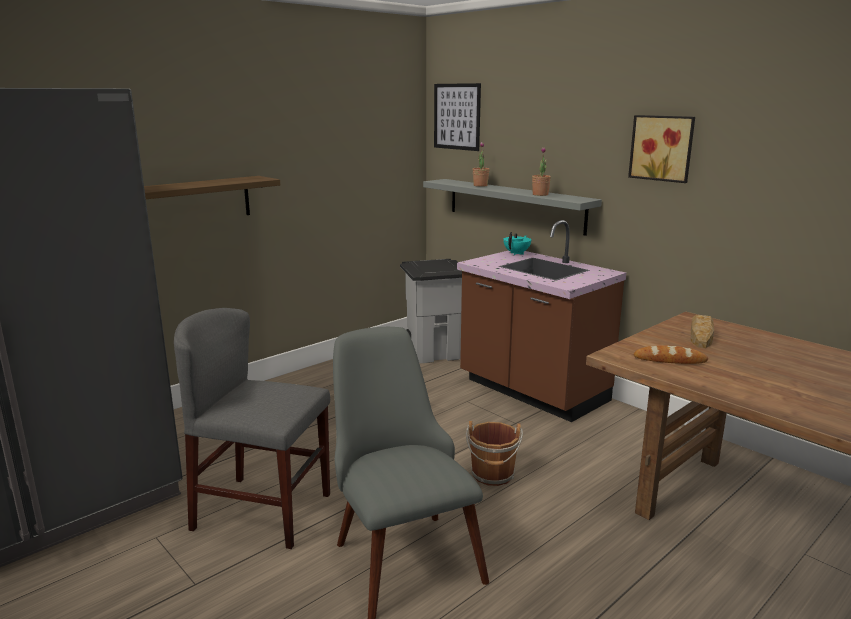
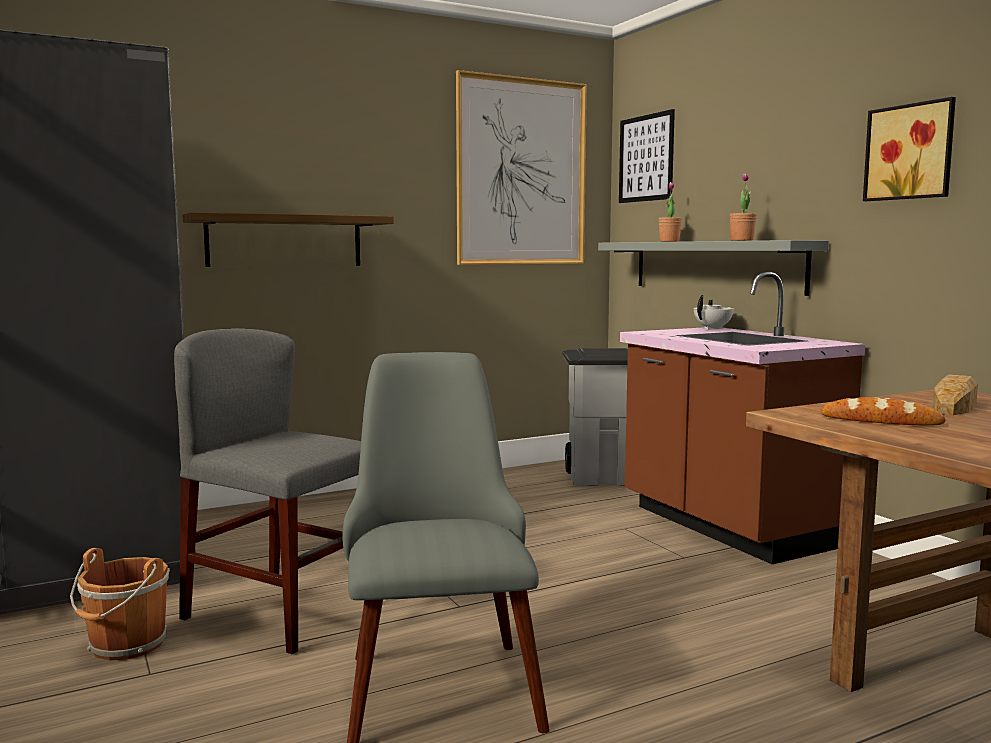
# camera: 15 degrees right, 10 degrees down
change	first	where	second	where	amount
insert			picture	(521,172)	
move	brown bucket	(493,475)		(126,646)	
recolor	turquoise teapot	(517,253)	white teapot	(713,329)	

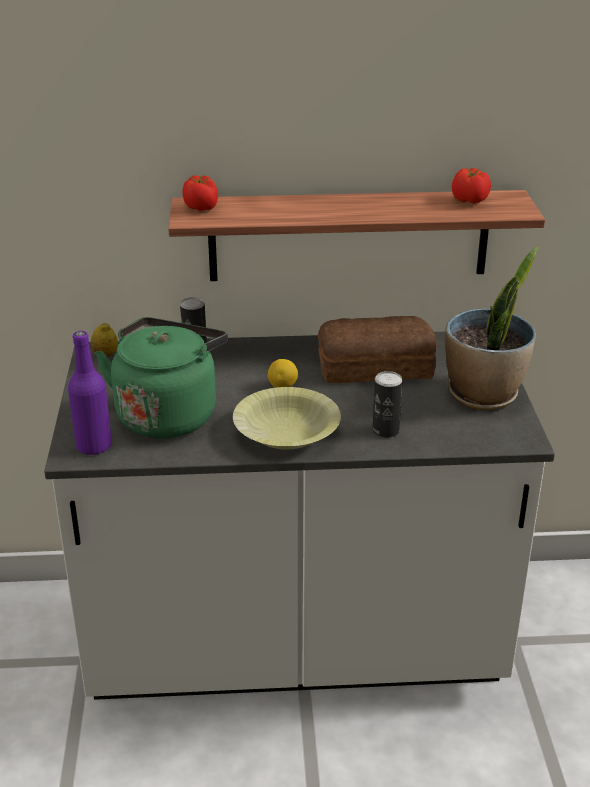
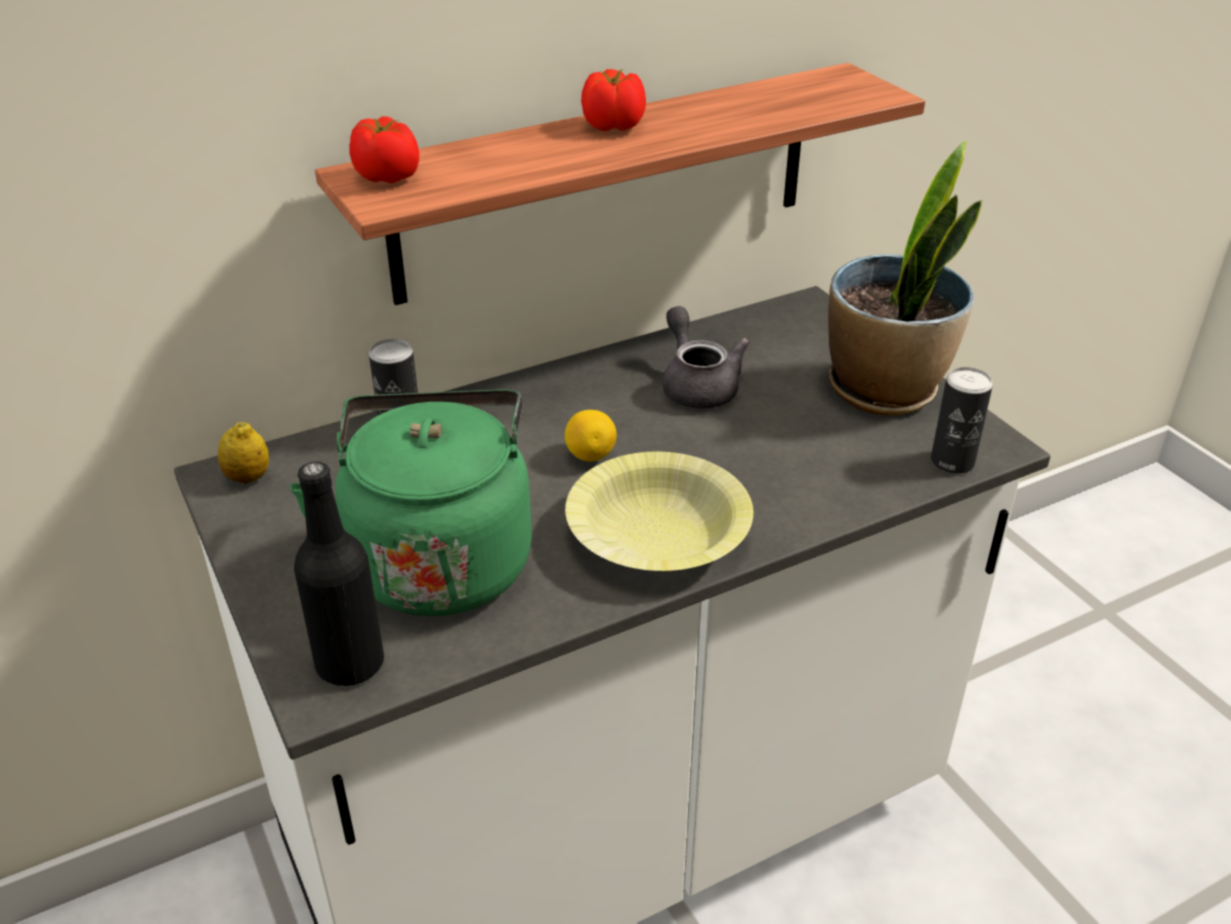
# camera: 25 degrees left, 5 degrees up
change	first	where	second	where	amount
move	can	(385,430)		(952,461)	
move	tomato	(470,201)		(614,127)	
replace	bread	(373,366)	grey teapot	(697,385)	
recolor	purple bottle	(94,446)	black bottle	(350,664)	

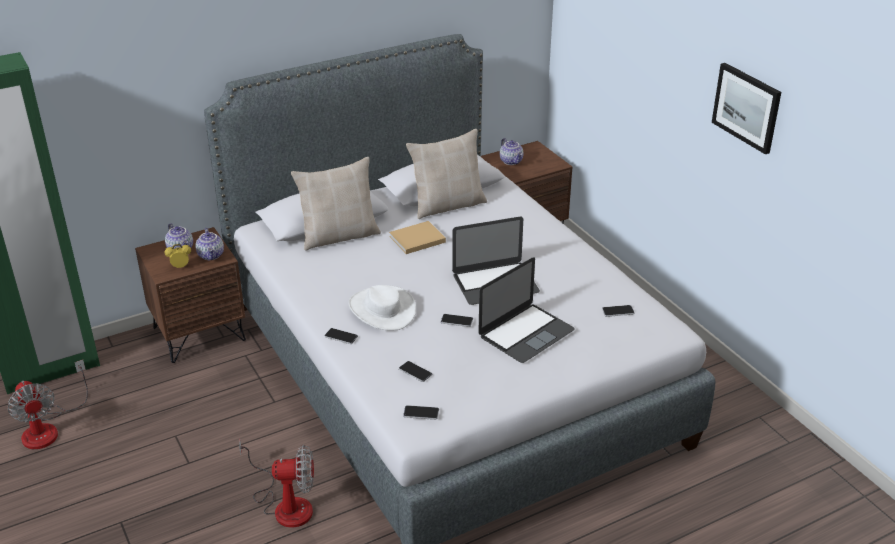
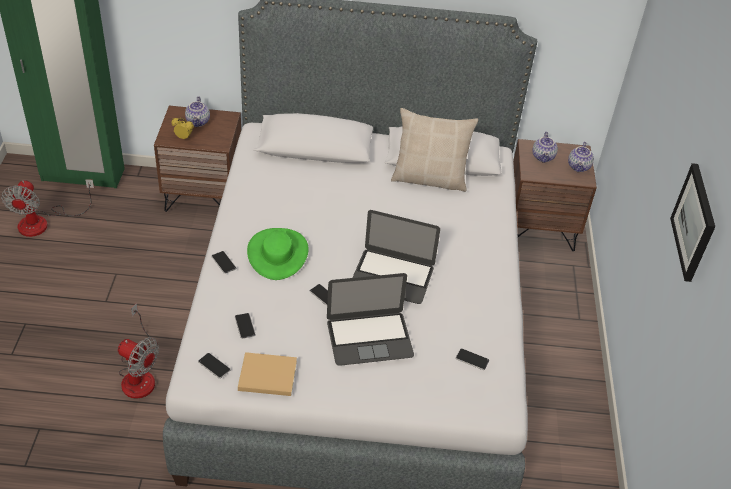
# camera: 30 degrees right, 10 degrees up
change	first	where	second	where	amount
delete	beige pillow	(339,236)			
move	teapot	(211,255)		(579,167)	
move	beige book	(416,240)		(265,375)	
recolor	white hat	(382,309)	green hat	(278,254)	

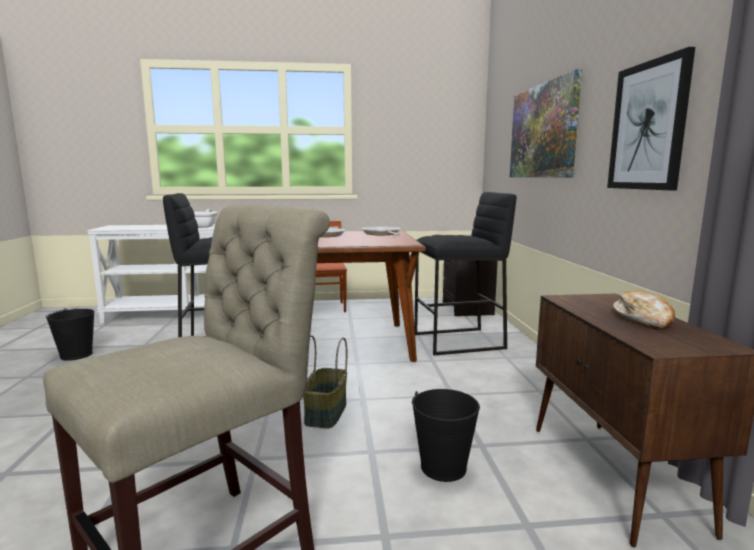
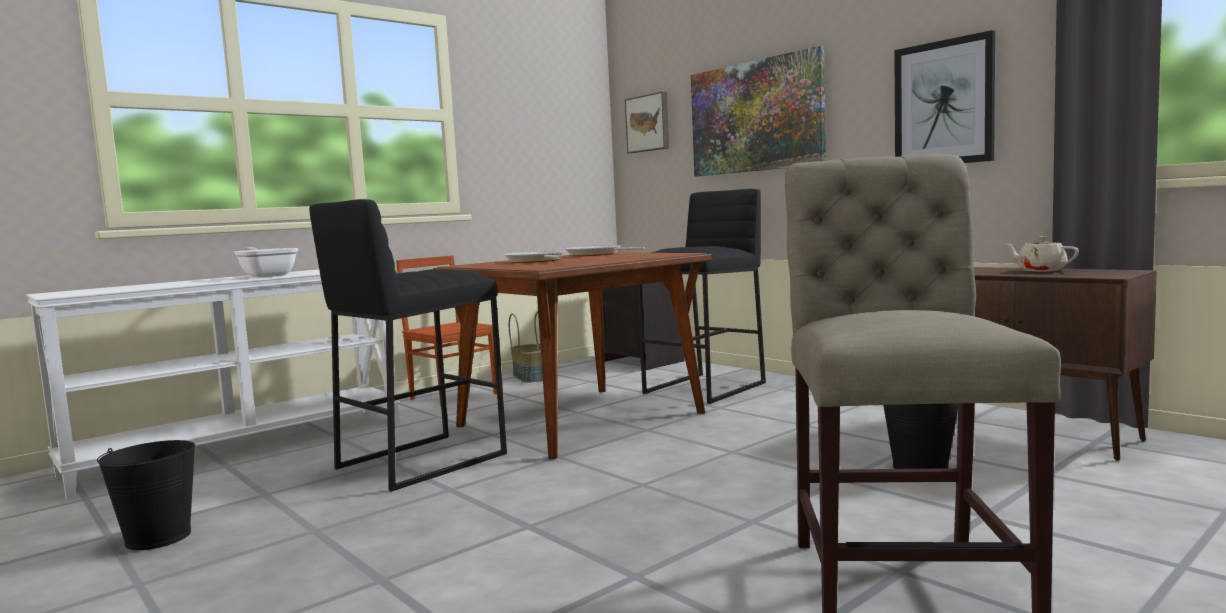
# camera: 35 degrees left, 5 degrees down
change	first	where	second	where	amount
insert			picture	(648,123)	
move	basket	(327,413)		(531,377)	
replace	bread	(643,319)	beige teapot	(1040,270)	

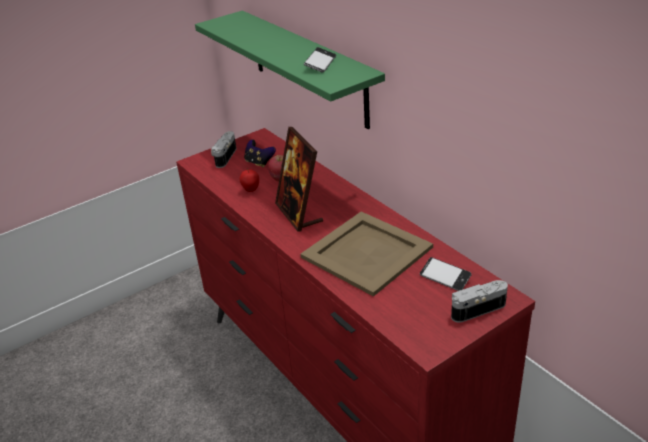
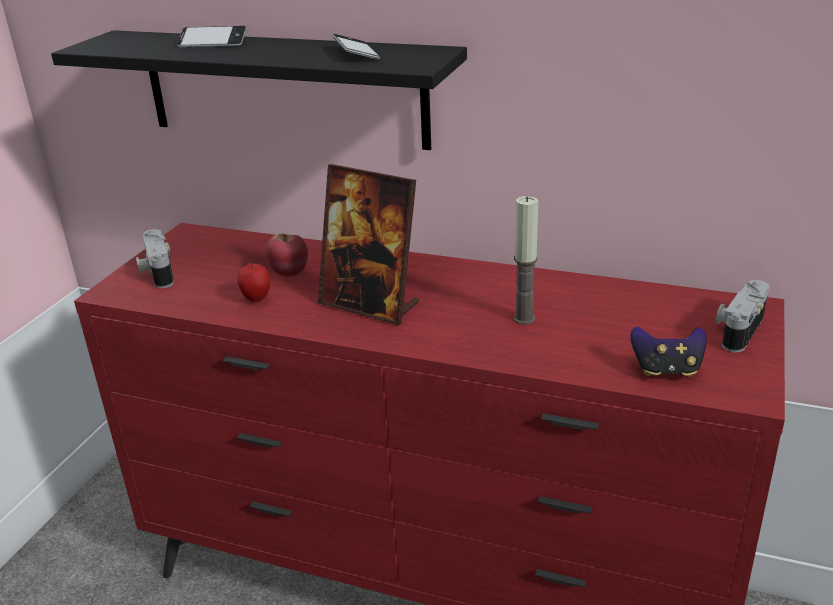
# camera: 35 degrees left, 5 degrees down
change	first	where	second	where	amount
move	game controller	(259,162)		(666,370)	
move	phone	(445,277)		(213,43)	
replace	beige tray	(365,252)	candle	(524,318)	
recolor	green shelf	(307,67)	black shelf	(283,88)	

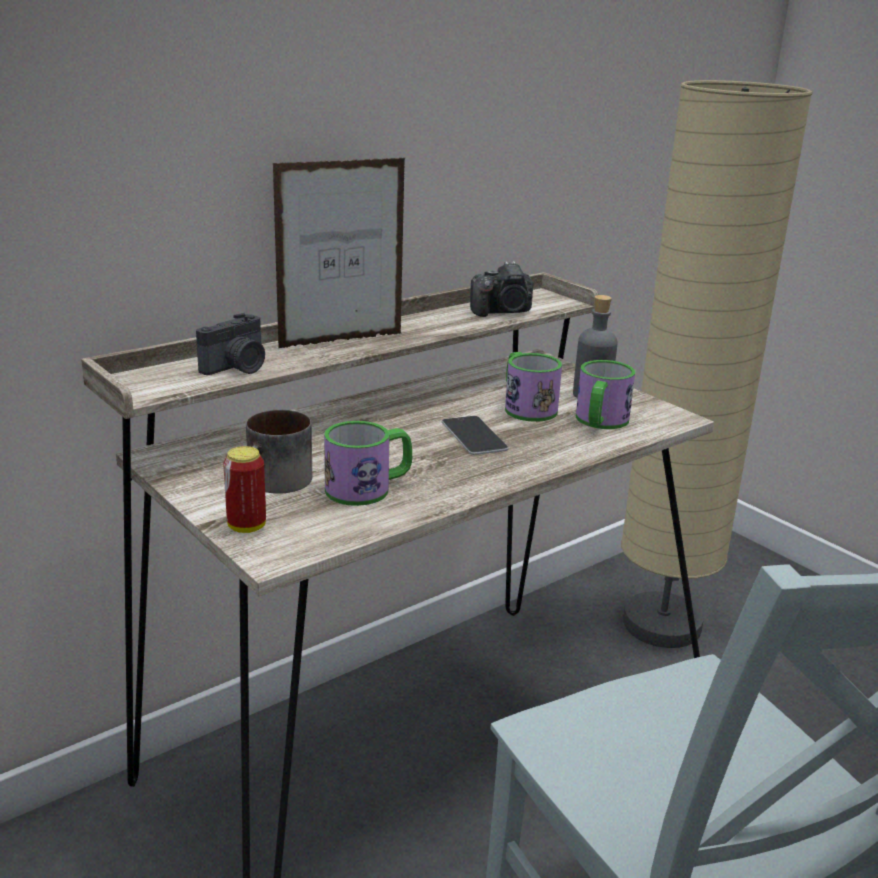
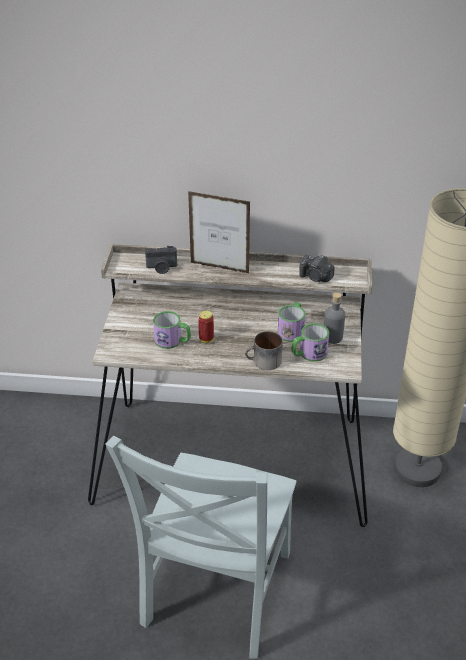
# camera: 45 degrees right, 15 degrees up
change	first	where	second	where	amount
delete	phone	(474,435)			
move	can	(246,527)		(206,339)	
move	mug	(276,483)		(264,362)	

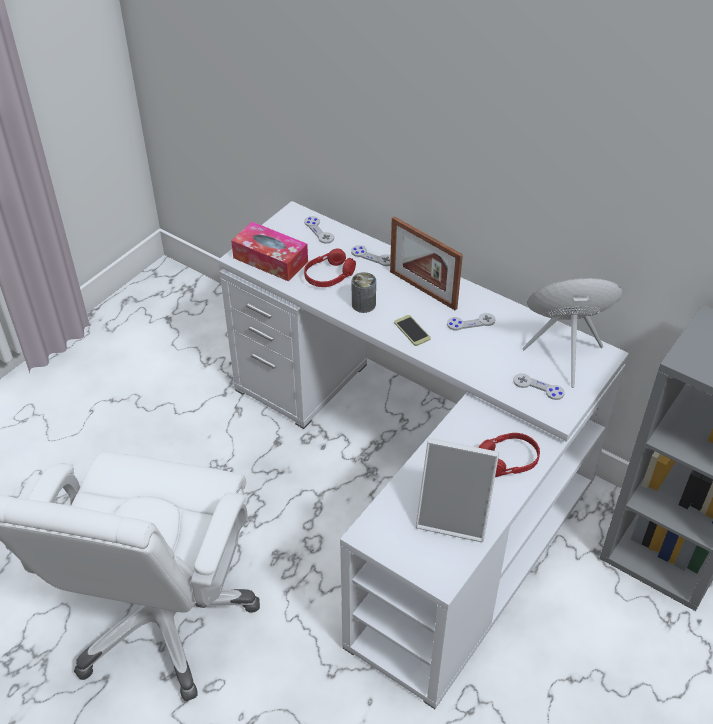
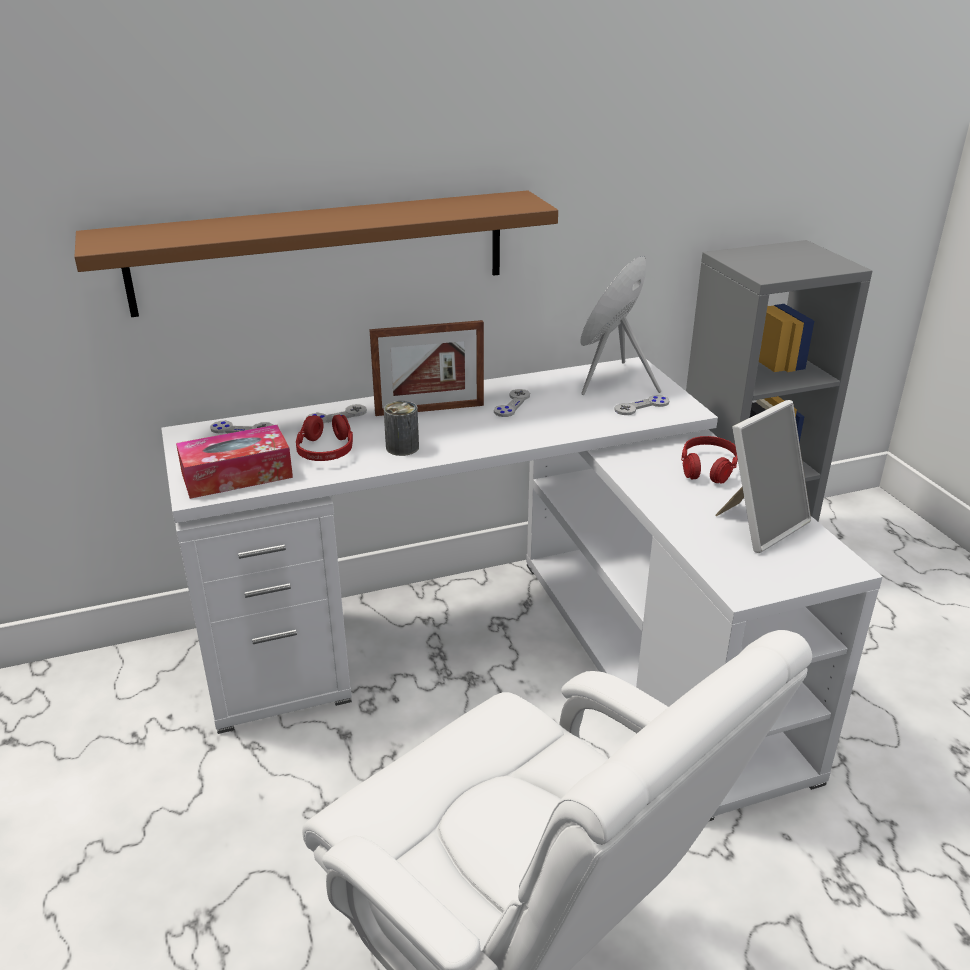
# camera: 55 degrees left, 15 degrees down
change	first	where	second	where	amount
delete	phone	(412,331)			
insert			brown shelf	(321,252)	

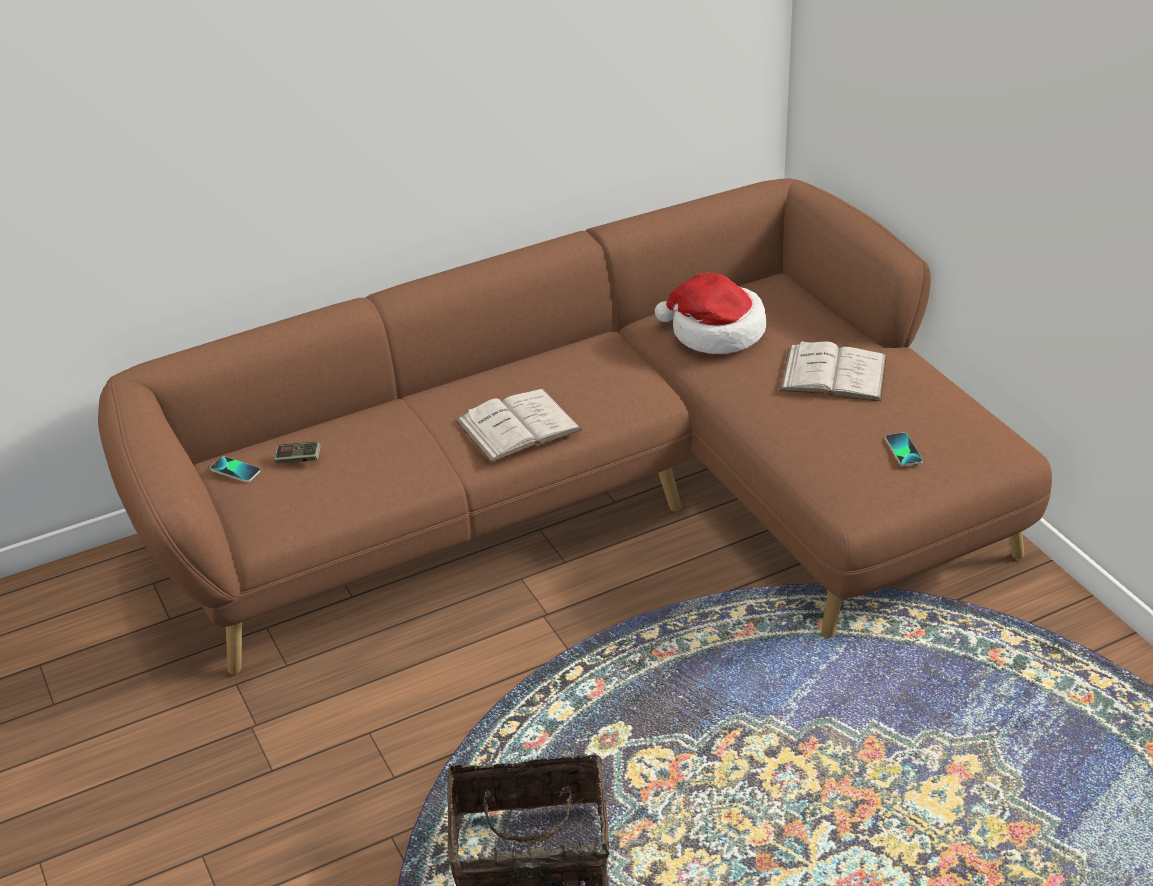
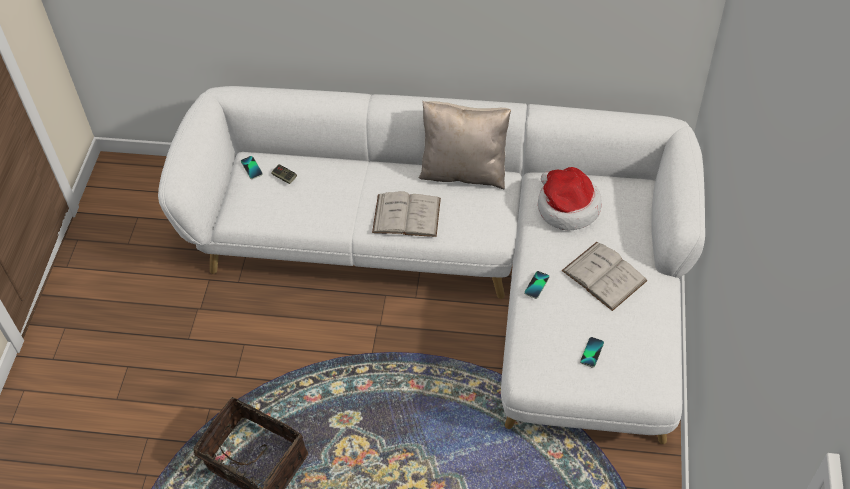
# camera: 35 degrees right, 15 degrees up
change	first	where	second	where	amount
insert			beige pillow	(464,172)	
insert			phone	(537,285)	
recolor	brown sofa	(603,501)	white sofa	(468,269)	

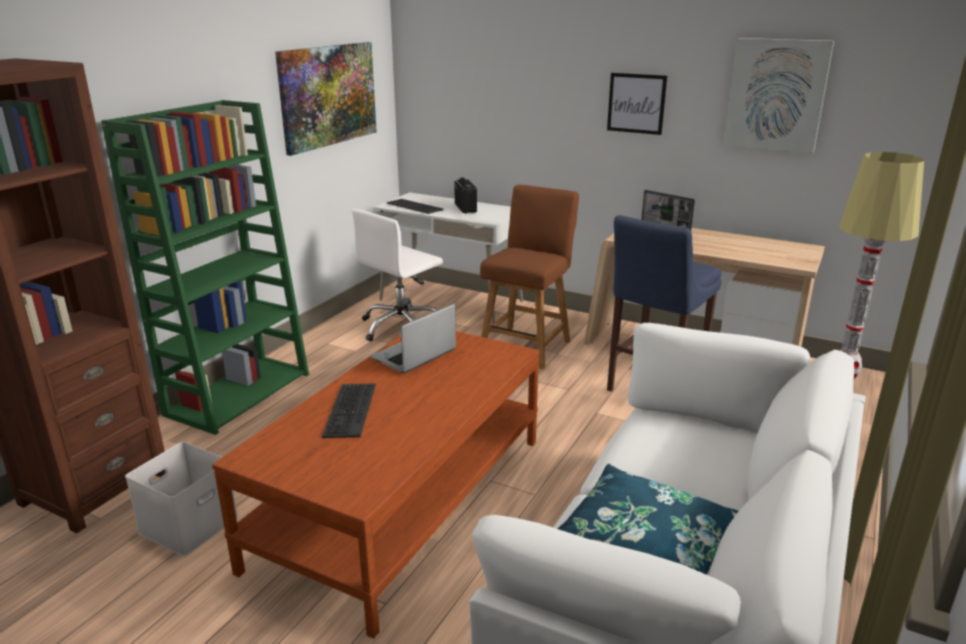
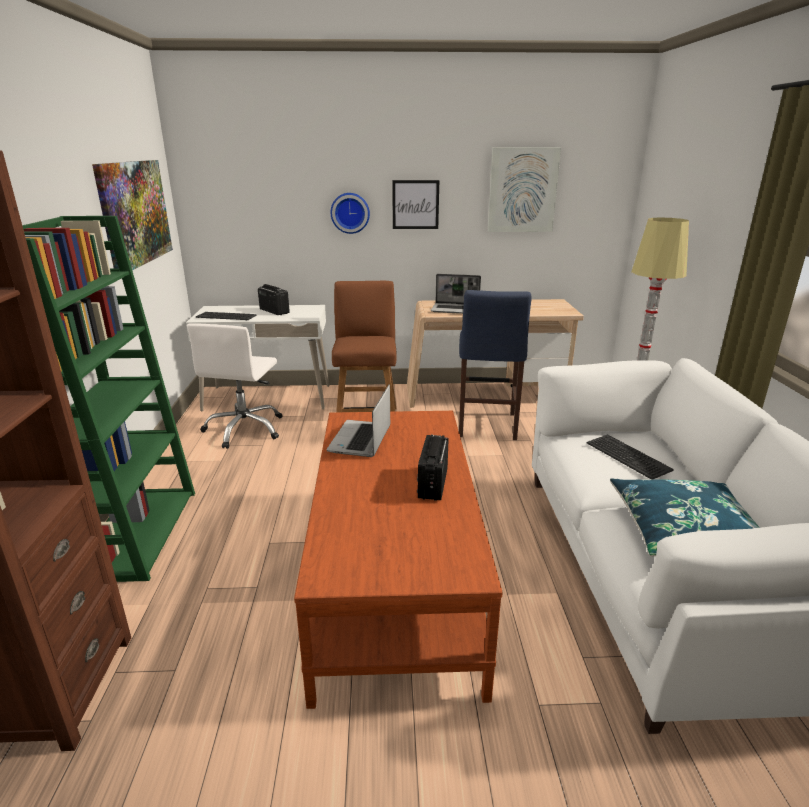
# camera: 30 degrees left, 0 degrees up
change	first	where	second	where	amount
delete	white storage box	(189,523)			
insert			wall clock	(350,213)	
insert			radio	(432,484)	
move	keyboard	(349,410)		(627,457)	

